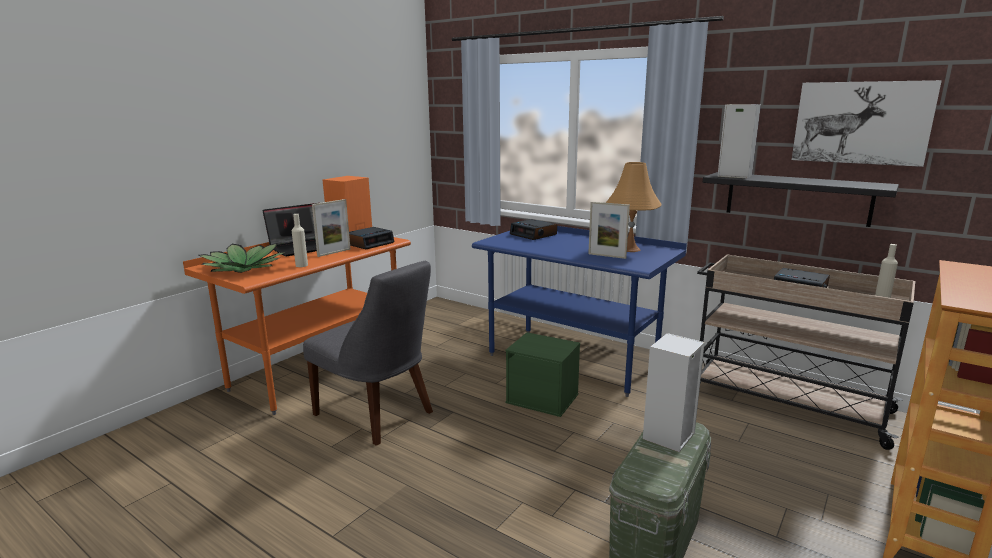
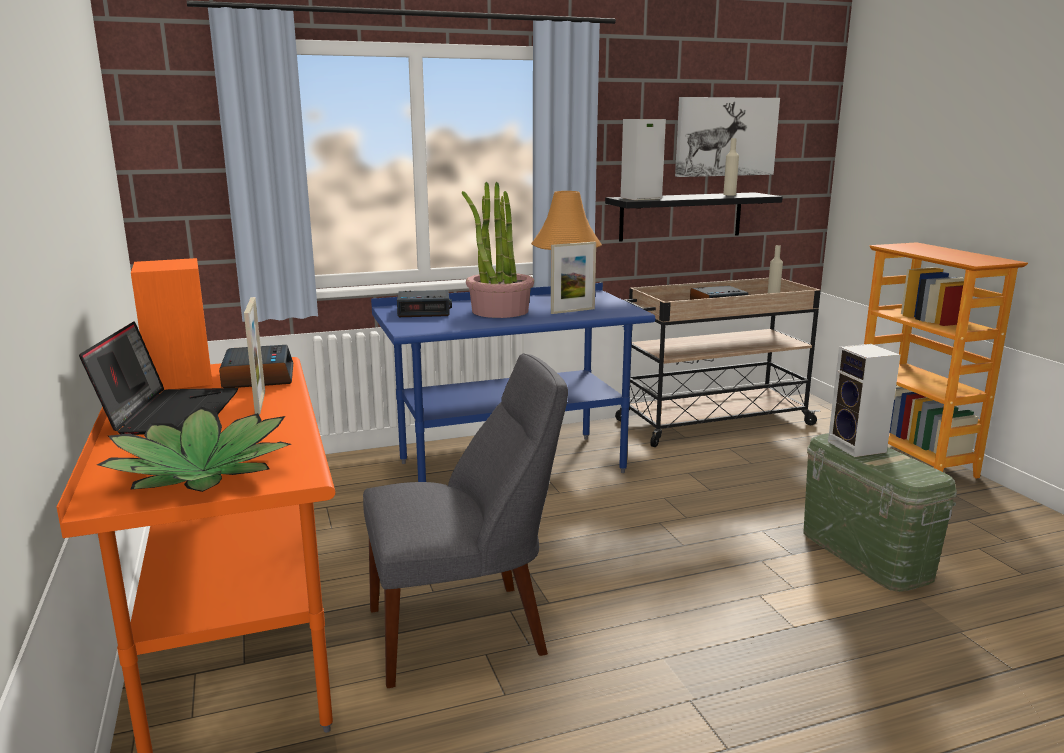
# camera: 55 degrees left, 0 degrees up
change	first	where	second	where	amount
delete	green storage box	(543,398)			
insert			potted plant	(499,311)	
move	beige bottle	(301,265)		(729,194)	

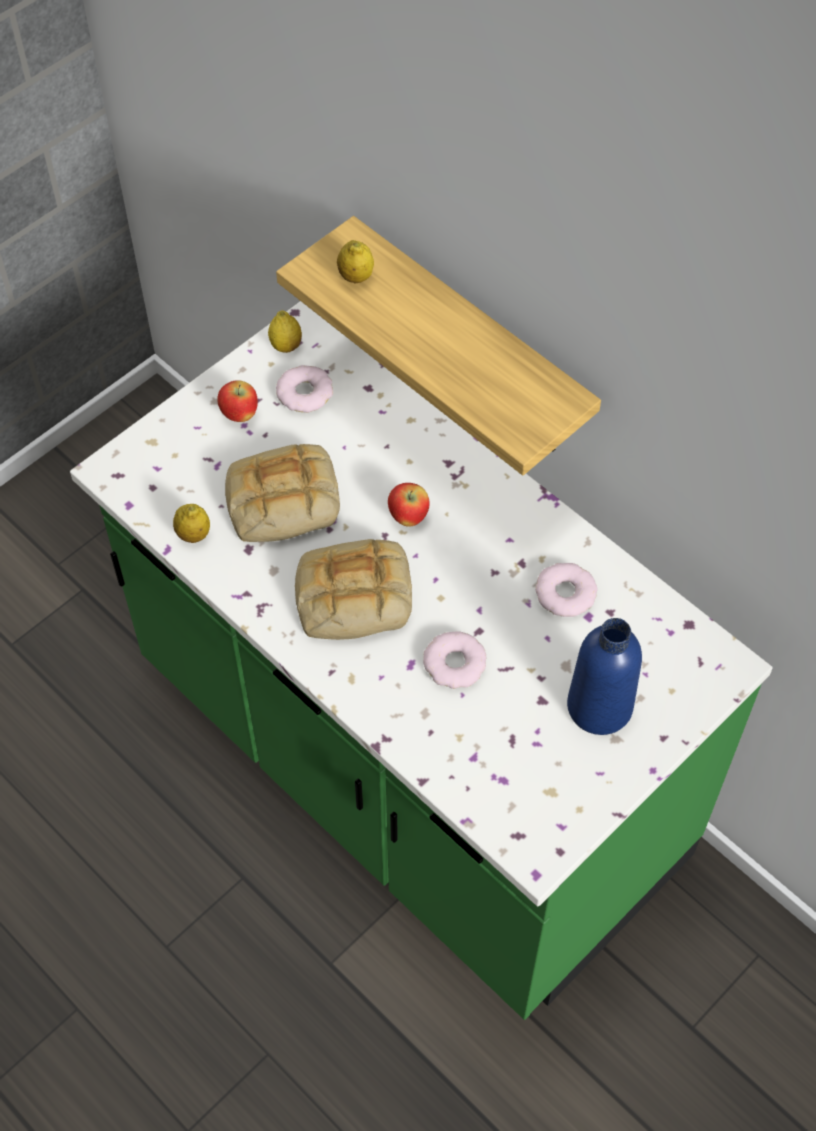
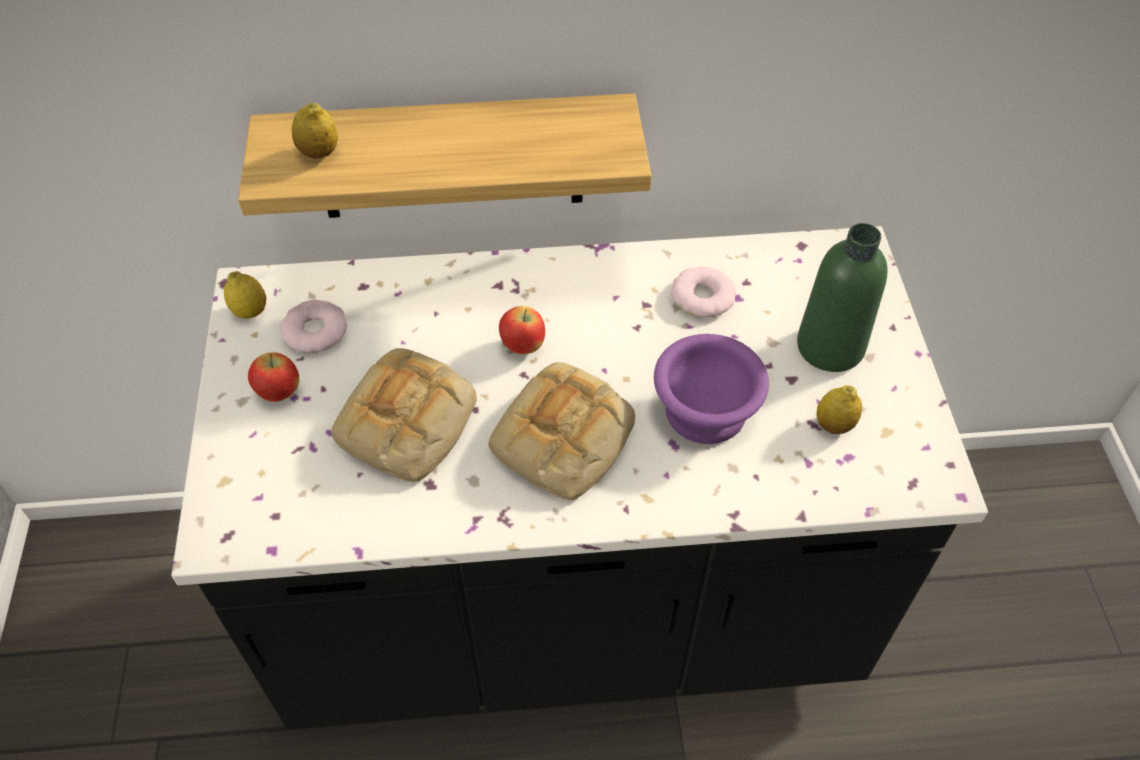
# camera: 50 degrees left, 5 degrees down
change	first	where	second	where	amount
move	lemon	(193,534)		(834,425)	
replace	donut	(455,664)	purple bowl	(702,413)	
recolor	green counter	(408,766)	black counter	(570,606)	
recolor	blue bottle	(599,706)	green bottle	(830,346)	

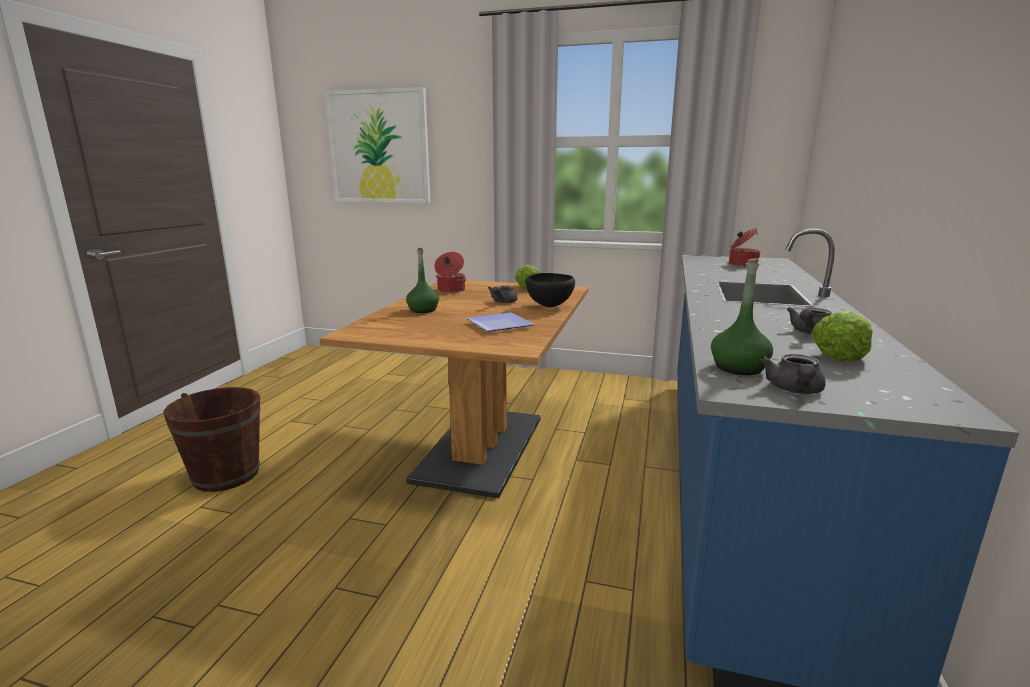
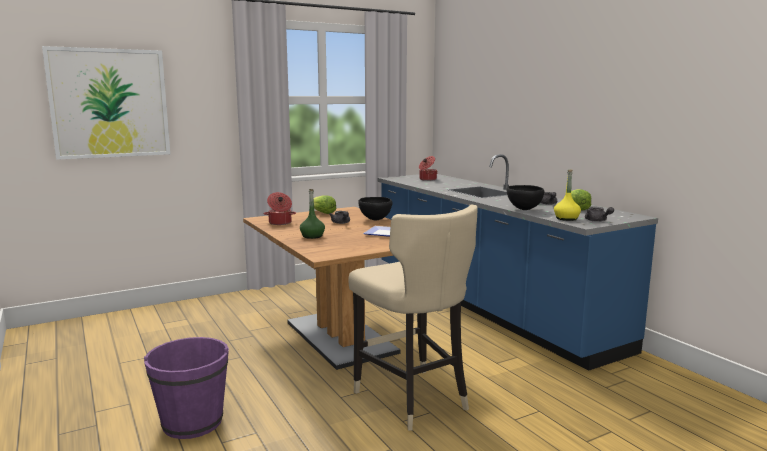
# camera: 45 degrees left, 5 degrees down
change	first	where	second	where	amount
insert			beige stool	(413,399)	
insert			black bowl	(523,210)	
recolor	brown bucket	(226,475)	purple bucket	(192,422)	
recolor	green bottle	(738,368)	yellow bottle	(566,218)	

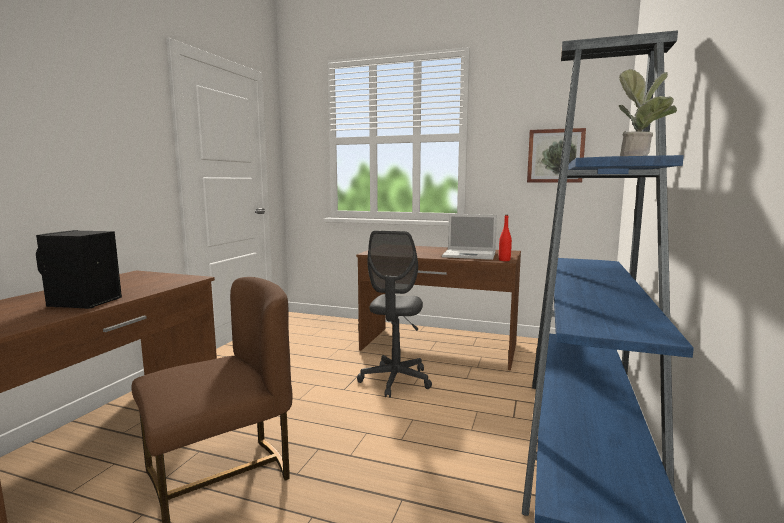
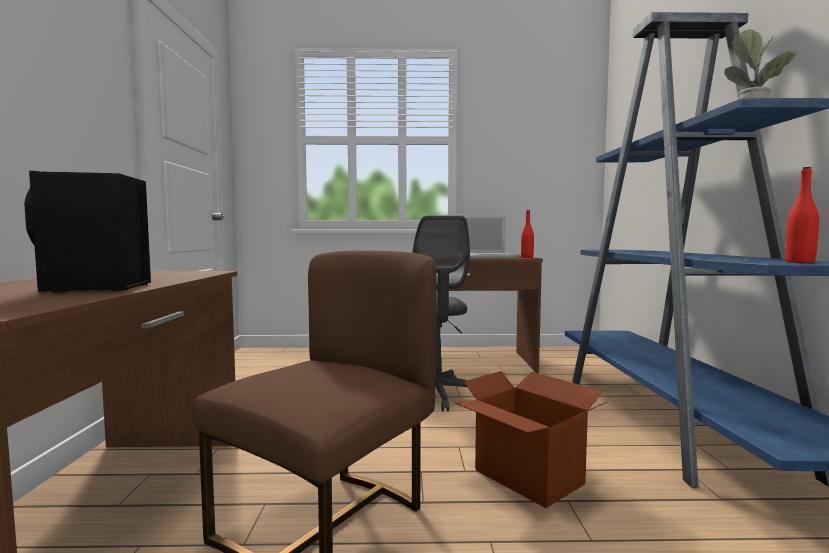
# camera: 20 degrees left, 5 degrees down
change	first	where	second	where	amount
delete	picture	(555,156)			
insert			cardboard box	(527,478)	
insert			red bottle	(799,262)	

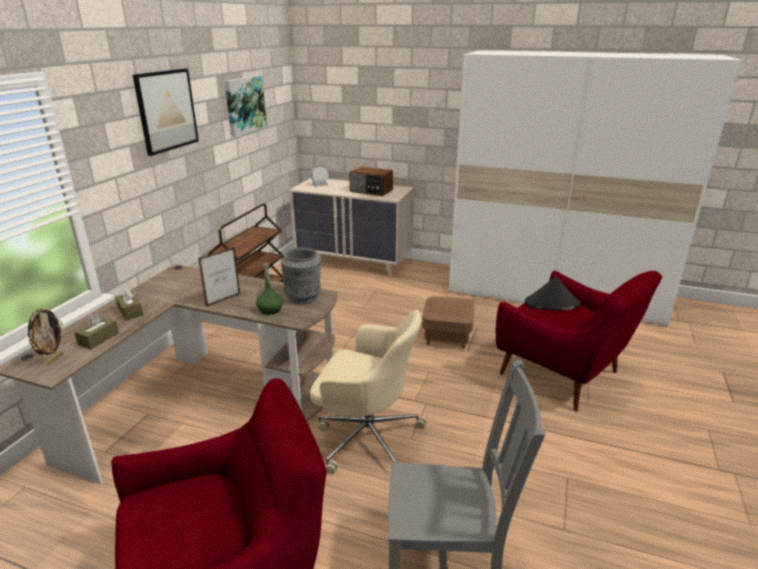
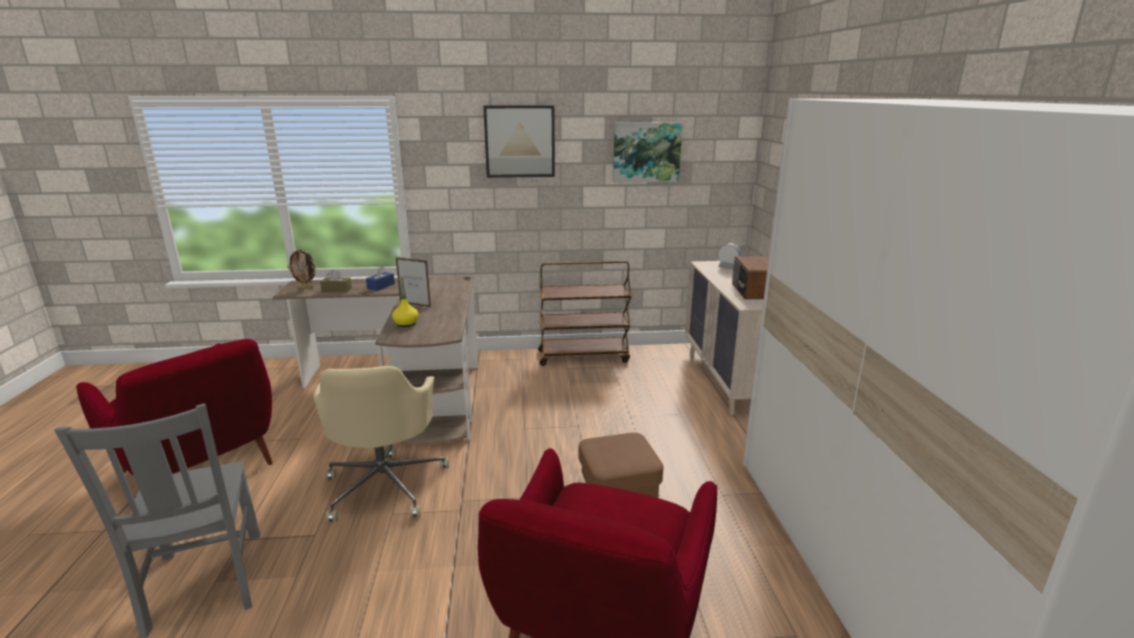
# camera: 65 degrees right, 5 degrees down
change	first	where	second	where	amount
delete	grey vase	(303,297)			
delete	black hat	(551,303)			
recolor	brown tissue box	(130,311)	blue tissue box	(381,286)	
recolor	green bottle	(270,310)	yellow bottle	(406,323)	

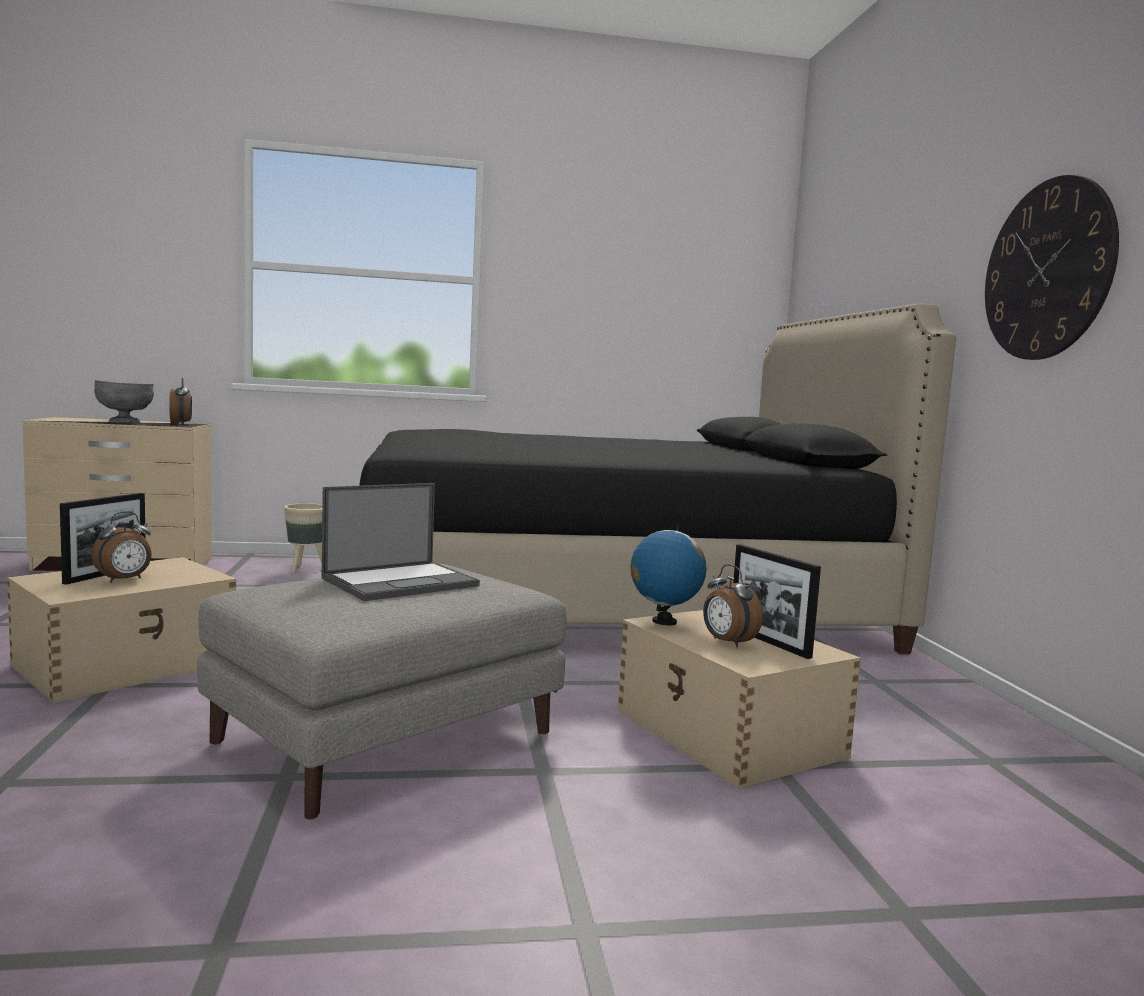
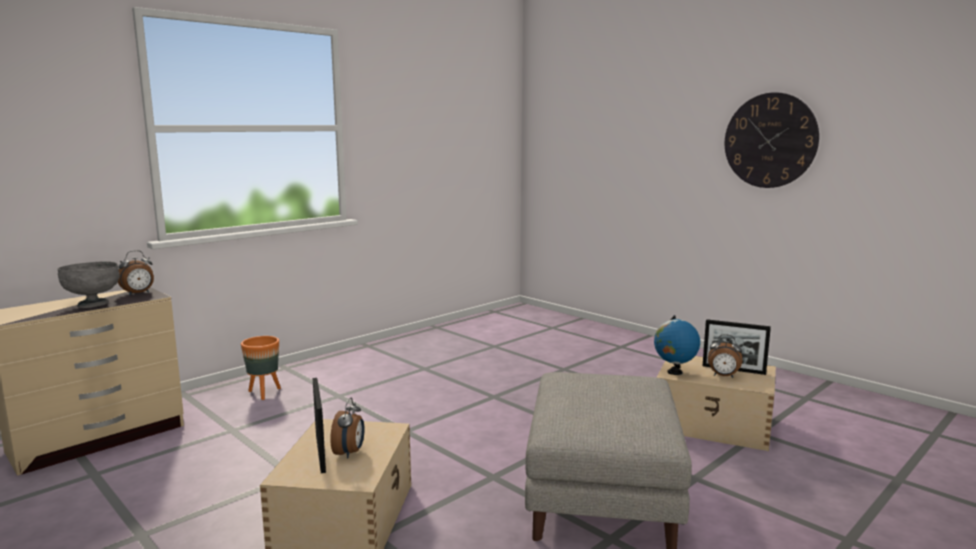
# camera: 35 degrees left, 5 degrees up
change	first	where	second	where	amount
delete	laptop	(401,582)			
delete	black bed	(602,599)			
recolor	beige planter	(306,569)	orange planter	(264,393)	
rotate	alarm clock	(181,424)		(138,293)	105 degrees clockwise

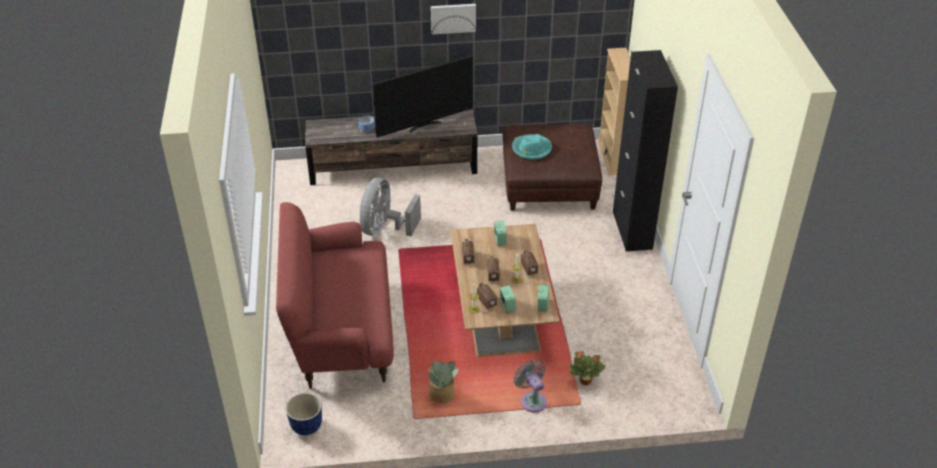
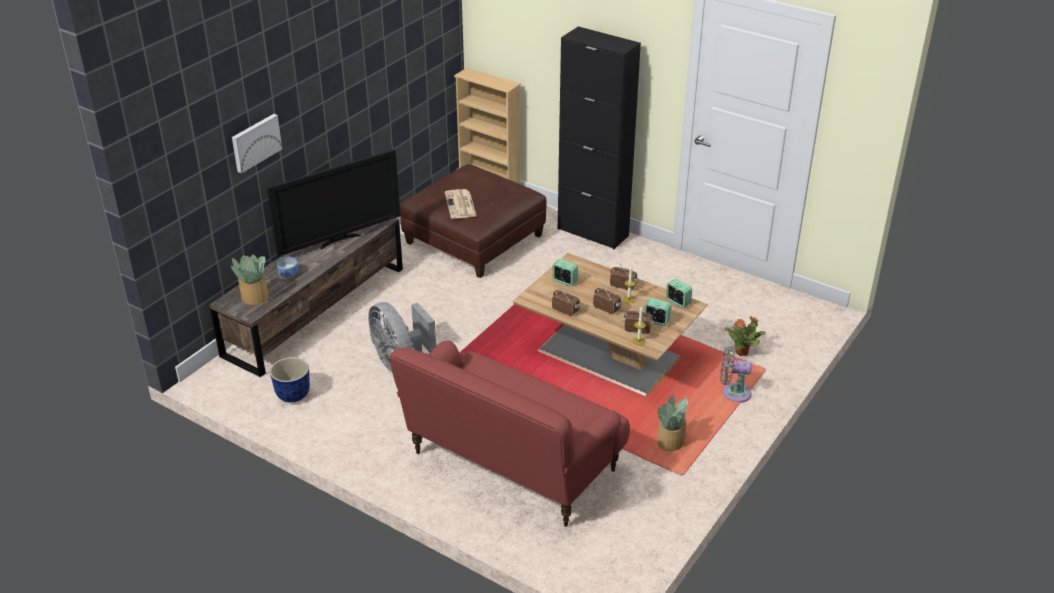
# camera: 50 degrees left, 5 degrees down
change	first	where	second	where	amount
insert			potted plant	(254,297)	
move	planter	(306,426)		(292,395)	
move	picture	(453,18)		(255,142)	
replace	turquoise hat	(531,149)	newspaper	(460,205)	
rotate	television	(424,125)		(339,240)	45 degrees clockwise

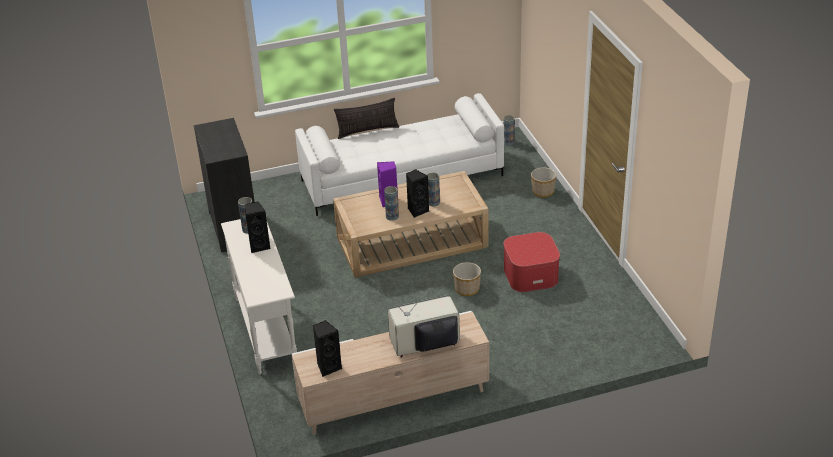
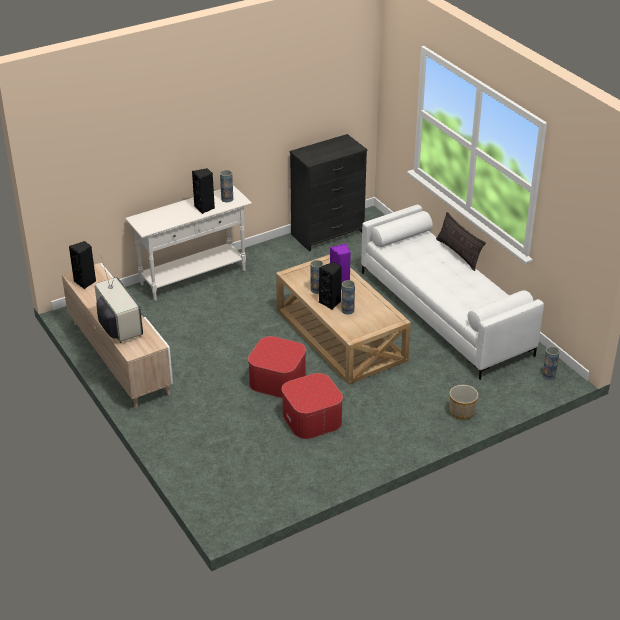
# camera: 75 degrees right, 0 degrees up
change	first	where	second	where	amount
replace	planter	(467,289)	ottoman	(277,379)	

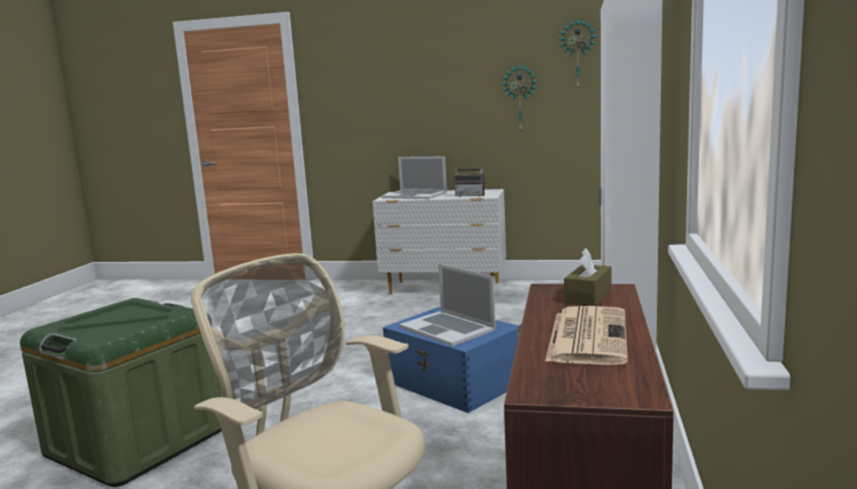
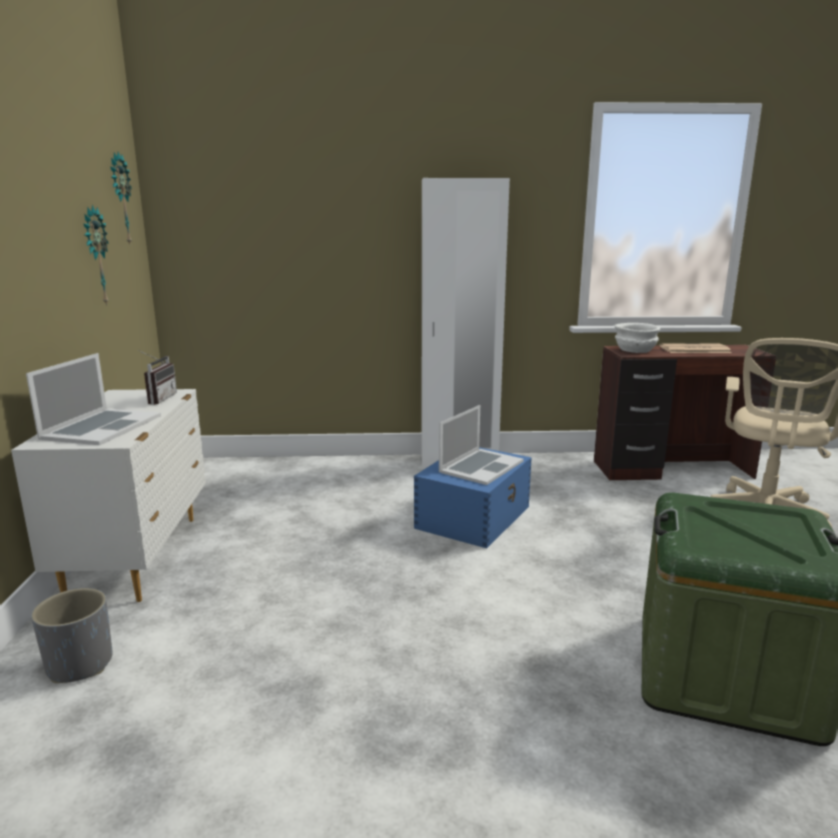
# camera: 105 degrees left, 5 degrees up
change	first	where	second	where	amount
insert			grey planter	(80,664)	
replace	brown tissue box	(588,296)	white bowl	(635,350)	

